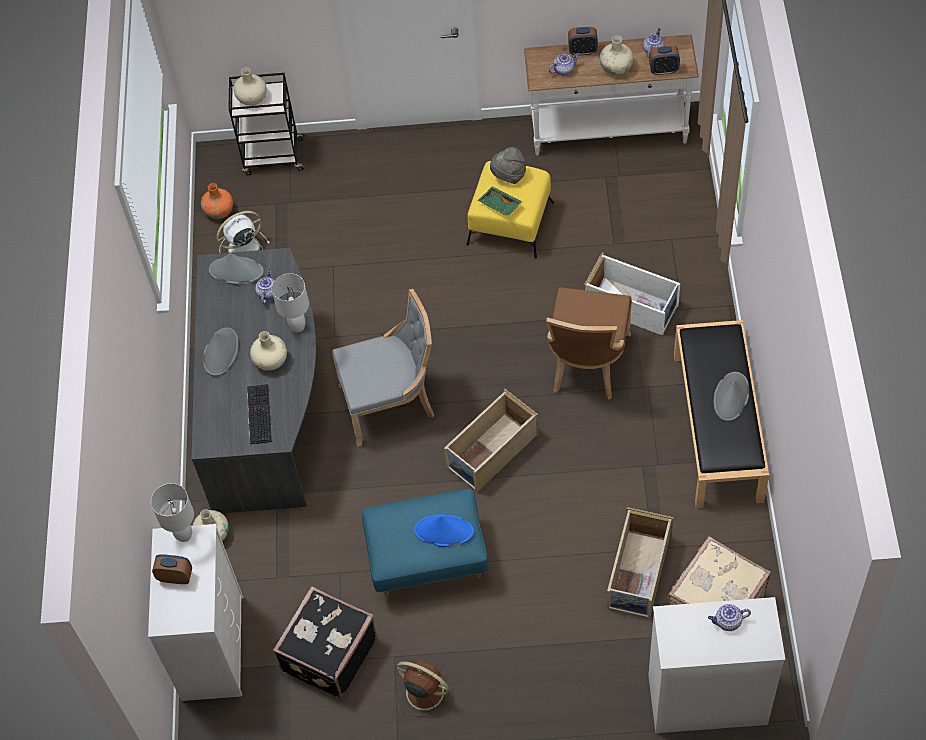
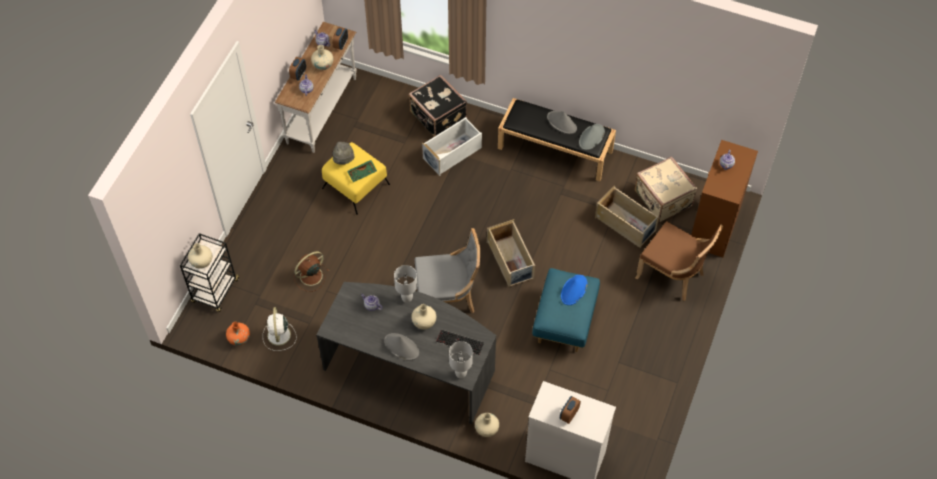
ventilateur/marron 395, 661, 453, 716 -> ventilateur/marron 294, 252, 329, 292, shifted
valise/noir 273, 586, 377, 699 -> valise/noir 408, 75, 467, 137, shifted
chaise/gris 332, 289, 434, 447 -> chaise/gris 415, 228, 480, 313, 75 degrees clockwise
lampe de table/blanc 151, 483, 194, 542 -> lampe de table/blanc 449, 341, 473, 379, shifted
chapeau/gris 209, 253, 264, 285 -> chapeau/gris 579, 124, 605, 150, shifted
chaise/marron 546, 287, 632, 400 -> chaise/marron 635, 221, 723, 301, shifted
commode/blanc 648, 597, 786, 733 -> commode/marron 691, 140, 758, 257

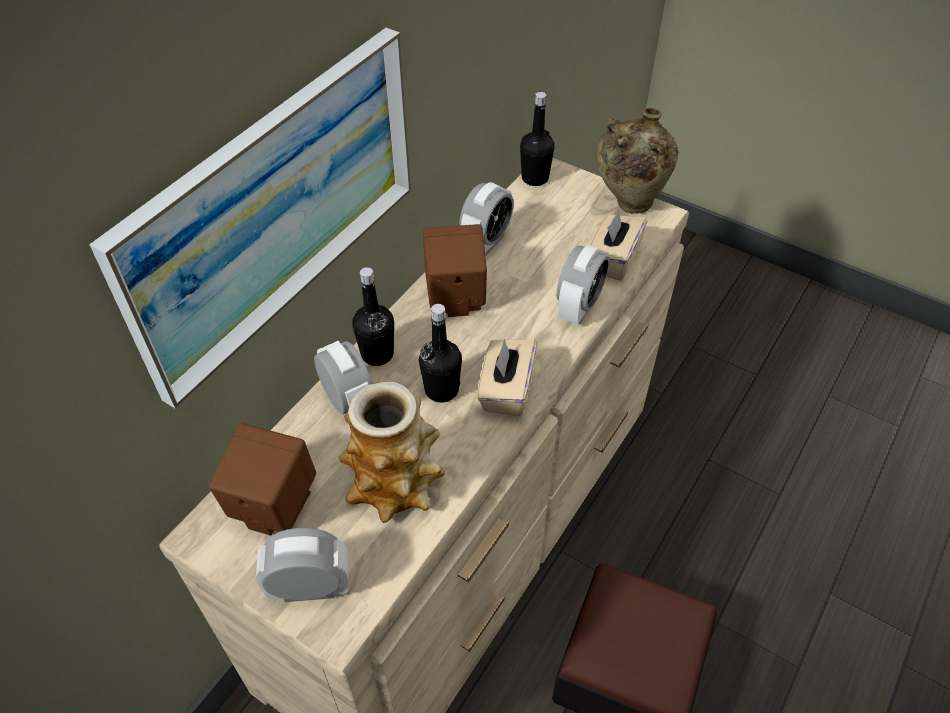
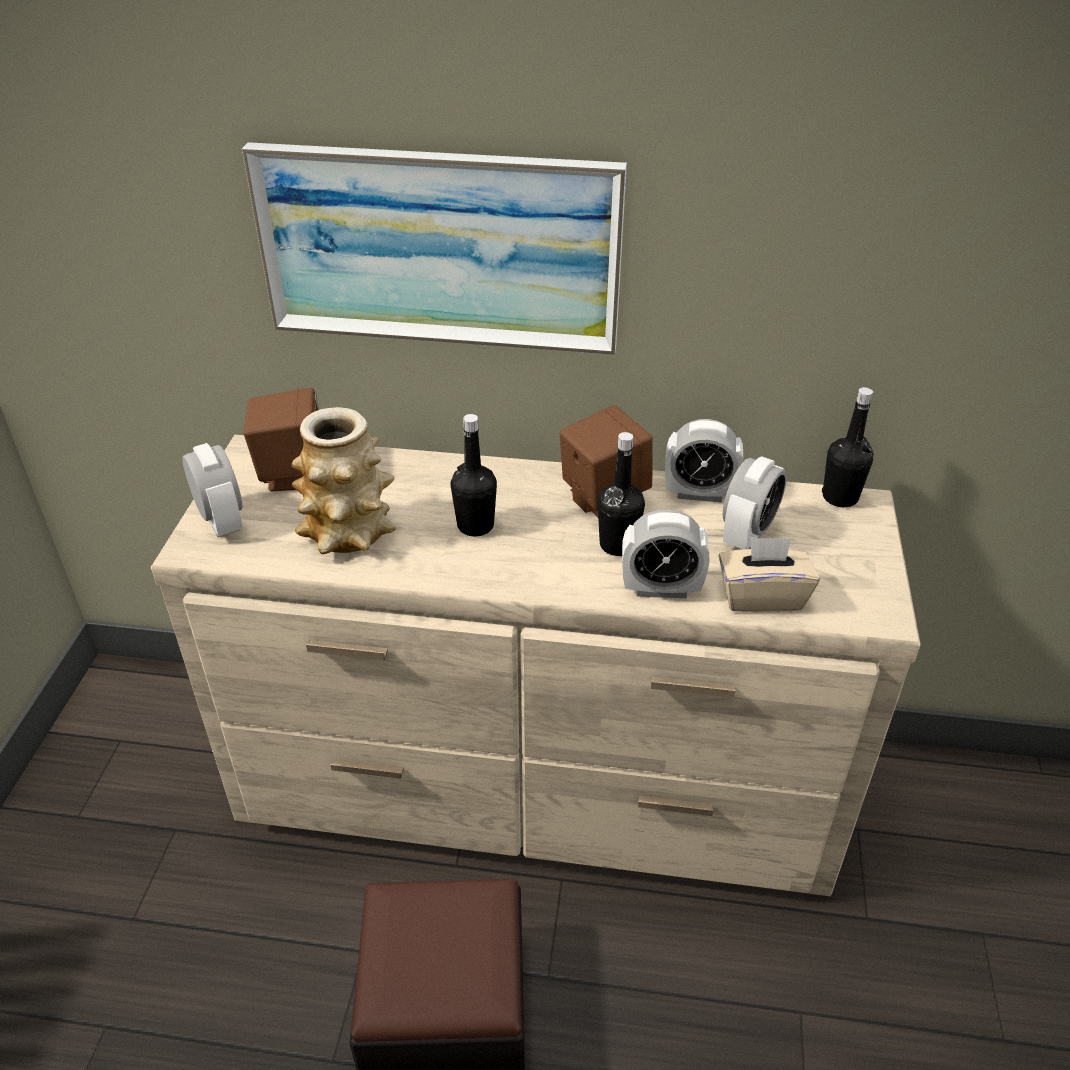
bouteille/noir 352, 267, 394, 366 -> bouteille/noir 598, 432, 645, 556, shifted
réveil 314, 340, 373, 415 -> réveil 723, 456, 787, 549, shifted
boîte à mouchoirs/beige 477, 339, 537, 416 -> none
vase/beige 596, 108, 679, 214 -> none

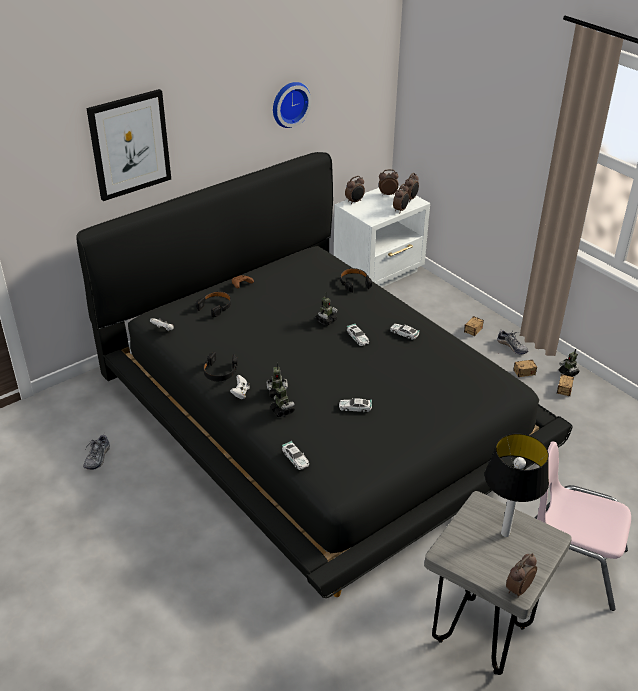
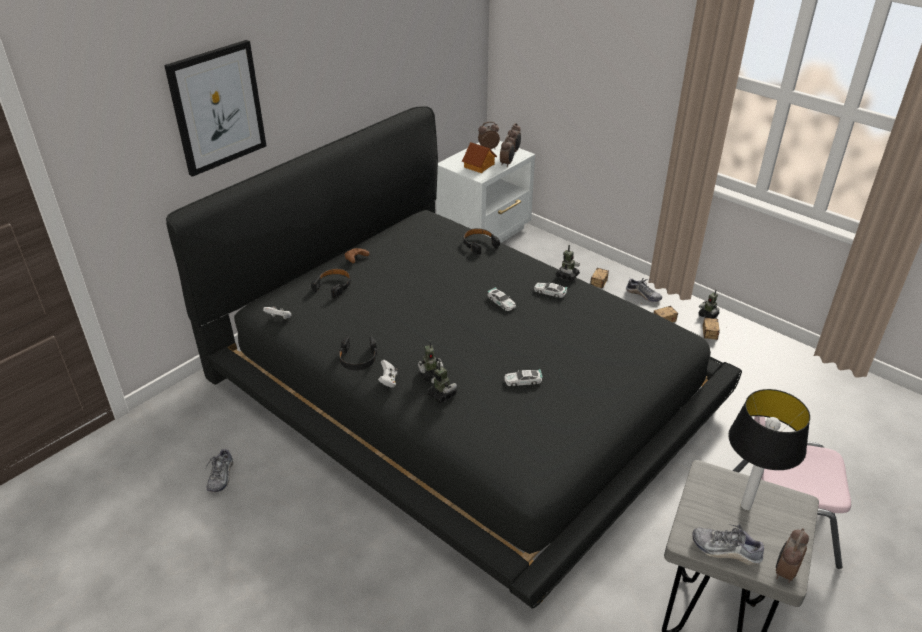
none -> maison miniature 462, 142, 497, 173
robot jouet 315, 292, 338, 326 -> robot jouet 556, 245, 580, 281, shifted
none -> chaussure 692, 524, 764, 565
horloge murale 273, 82, 311, 128 -> none
petite voiture 282, 441, 309, 470 -> none
réveil 345, 176, 365, 204 -> none

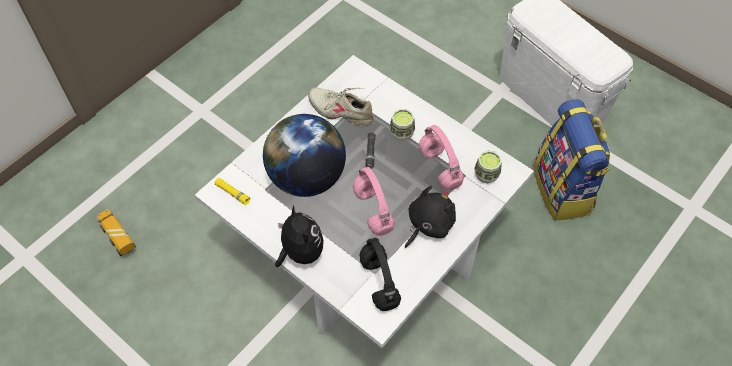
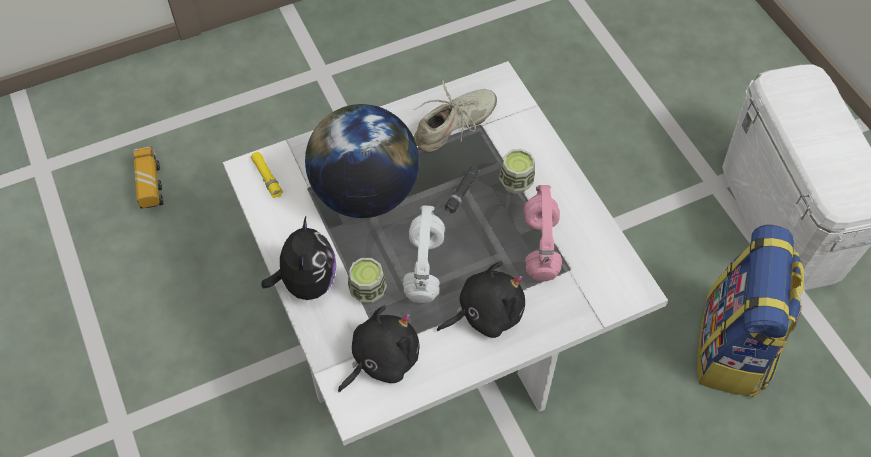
casque audio/noir 359, 238, 401, 311 -> peluche/noir 338, 305, 419, 392
tasse 474, 151, 502, 183 -> tasse 348, 258, 387, 304, shifted
casque audio/rose 353, 167, 395, 236 -> casque audio/blanc 403, 205, 445, 303
chaussure/beige 308, 87, 374, 126 -> chaussure/beige 413, 80, 497, 152, 90 degrees clockwise

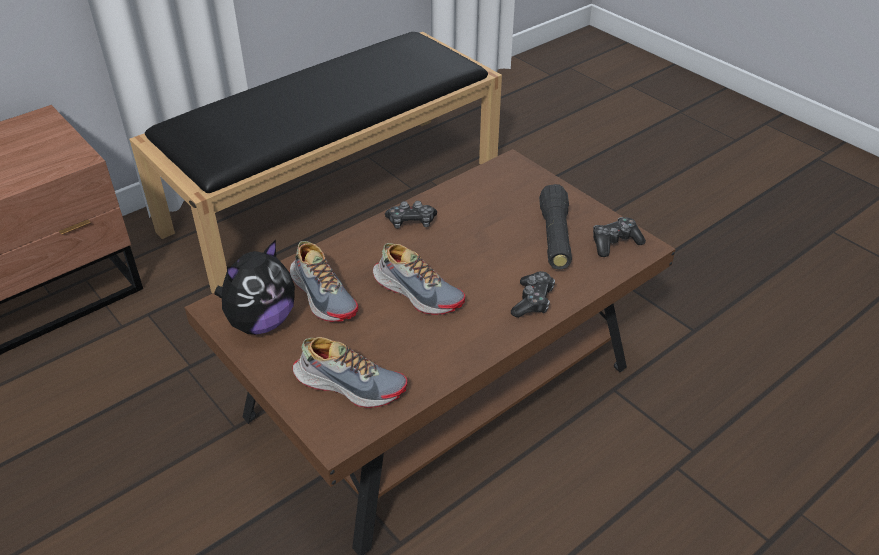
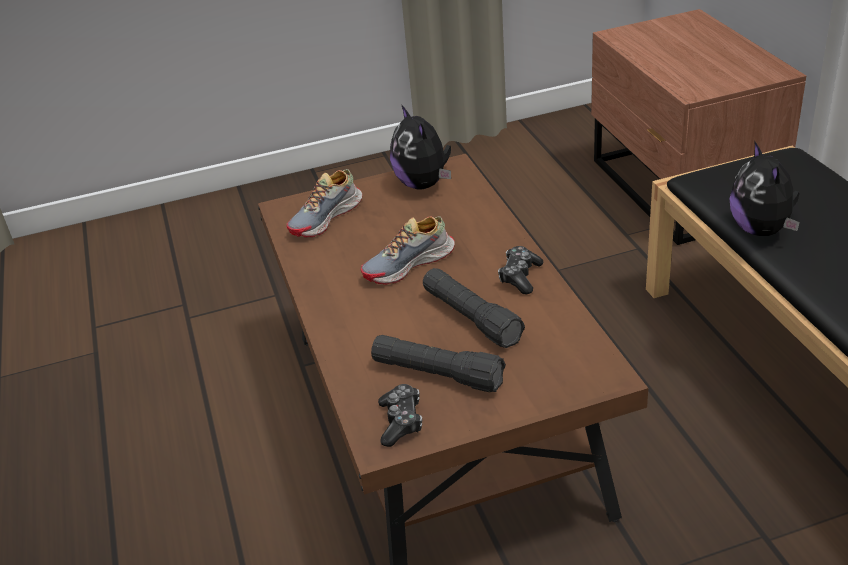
none -> lampe de poche/noir 423, 268, 525, 348
none -> peluche 729, 141, 800, 236
chaussure 290, 241, 358, 322 -> none
manette 511, 271, 555, 318 -> none

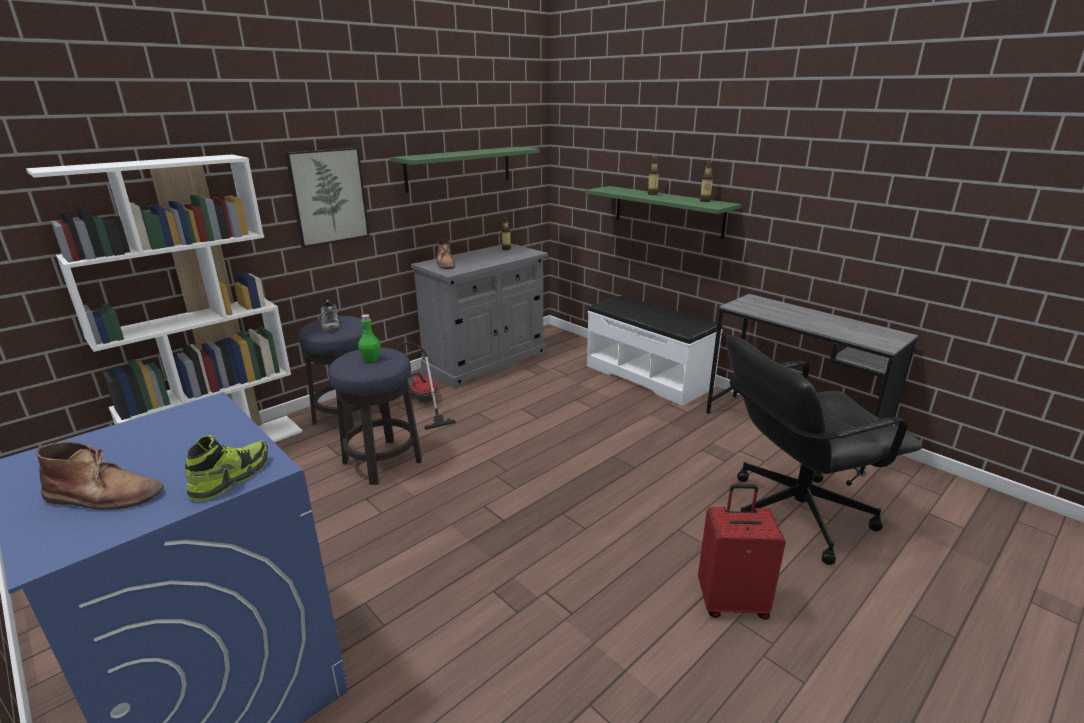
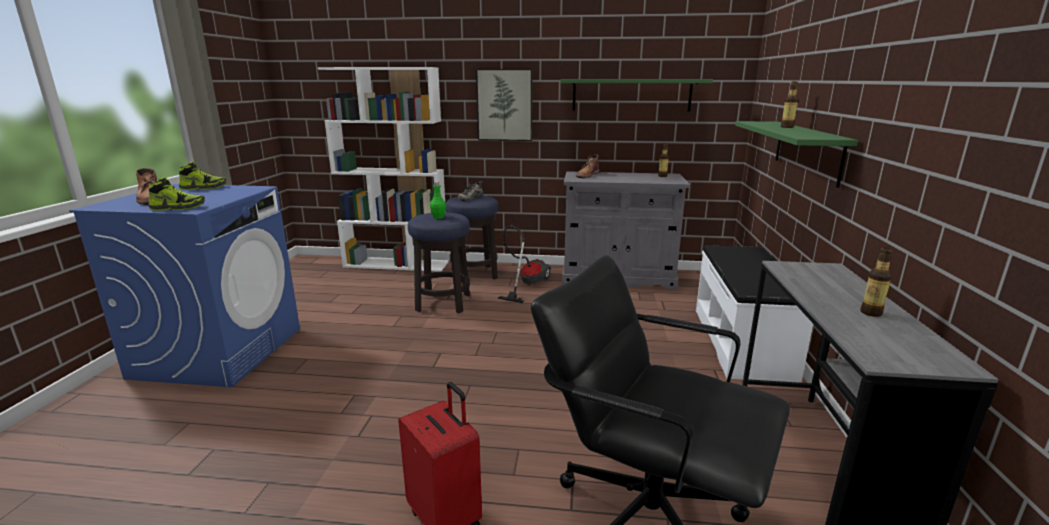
none -> chaussure 179, 162, 226, 190
bouteille 700, 161, 713, 202 -> bouteille 860, 248, 892, 317, shifted

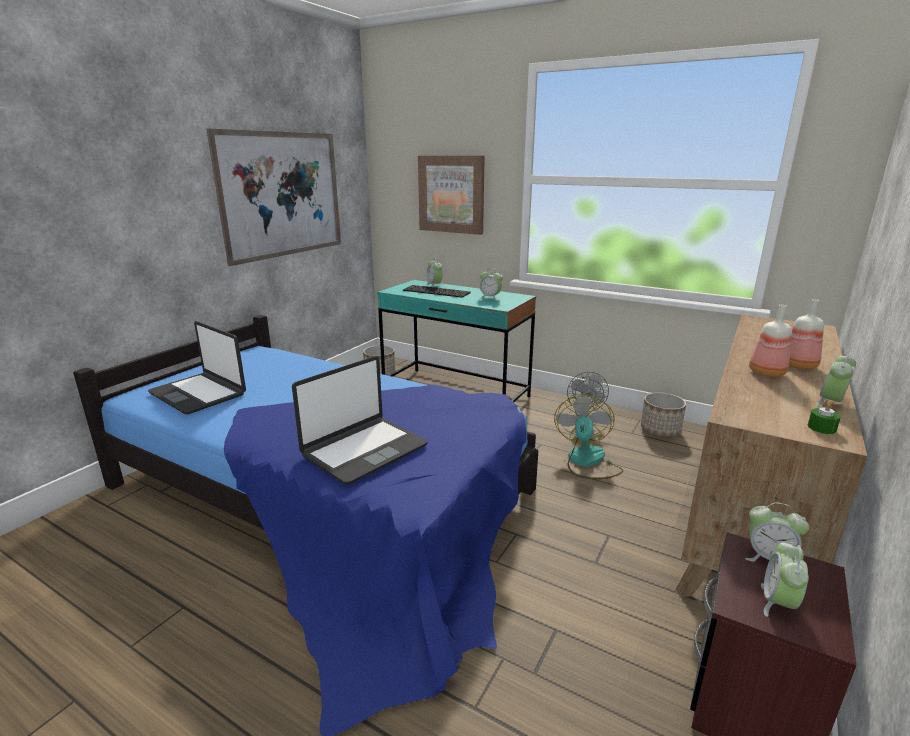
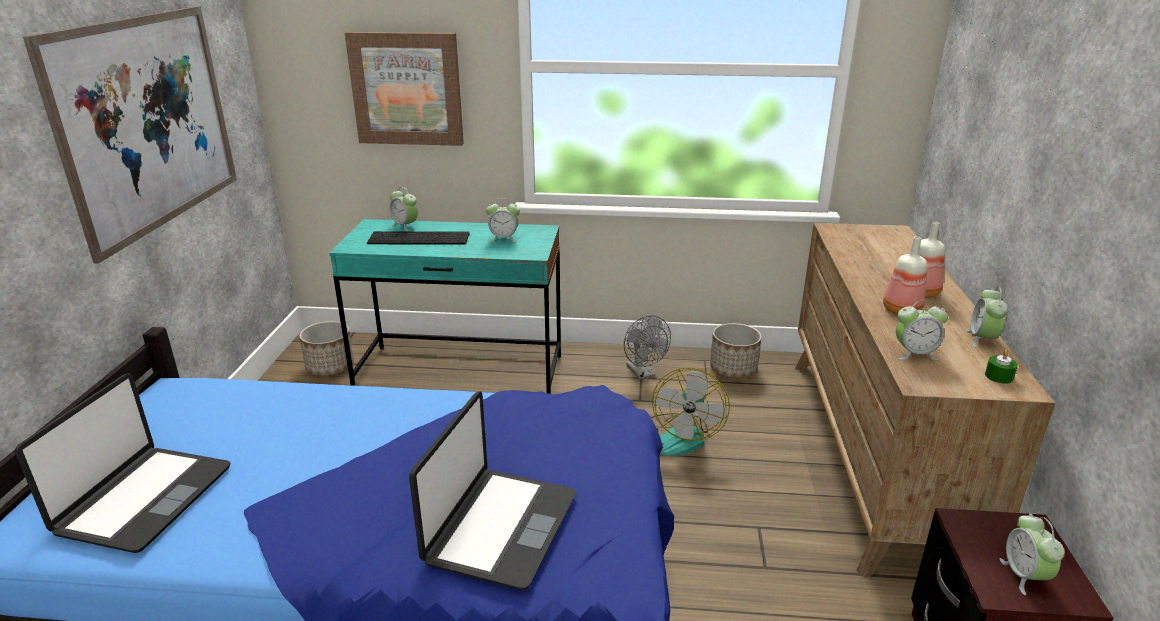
ordinateur portable 148, 321, 246, 414 -> ordinateur portable 15, 373, 230, 553, 90 degrees counterclockwise
ventilateur 554, 395, 623, 479 -> ventilateur 651, 368, 730, 456, 150 degrees counterclockwise
réveil 745, 502, 809, 562 -> réveil 896, 300, 948, 360, shifted

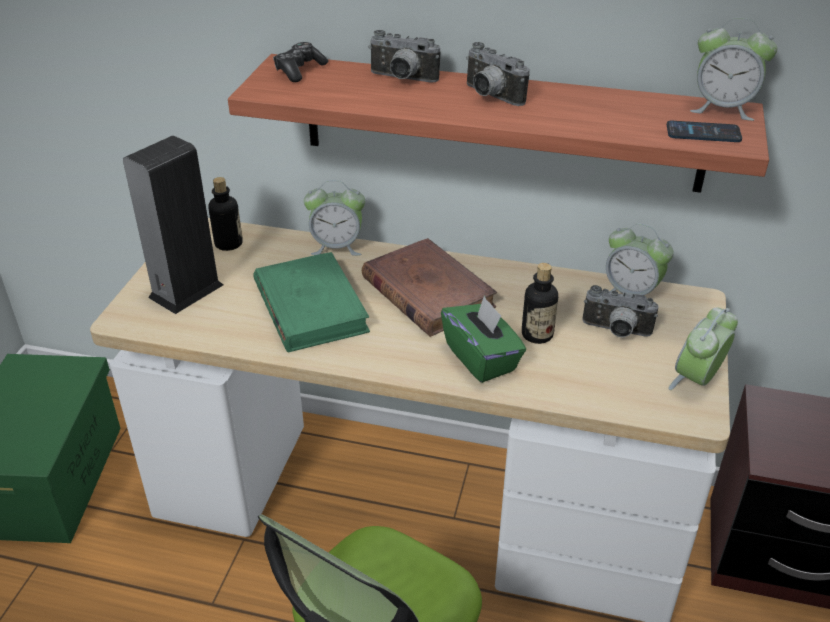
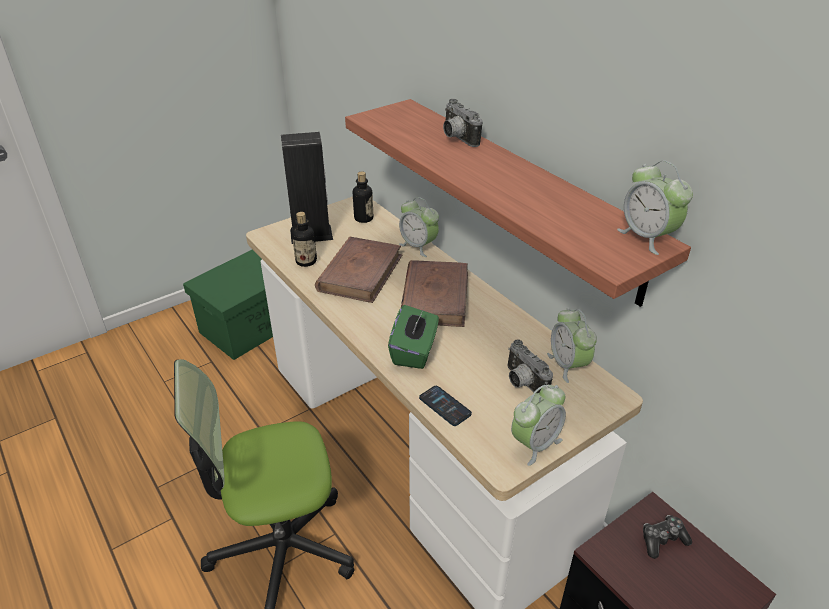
bouteille 522, 263, 558, 344 -> bouteille 292, 212, 317, 267, shifted
livre/vert 253, 252, 370, 352 -> livre/marron 315, 237, 403, 303
téléphone 667, 121, 742, 142 -> téléphone 419, 386, 472, 426, shifted
réveil 668, 307, 738, 390 -> réveil 511, 385, 566, 466, 150 degrees clockwise
manette 273, 42, 328, 82 -> manette 643, 515, 692, 559, shifted
appareil photo 466, 42, 530, 106 -> none

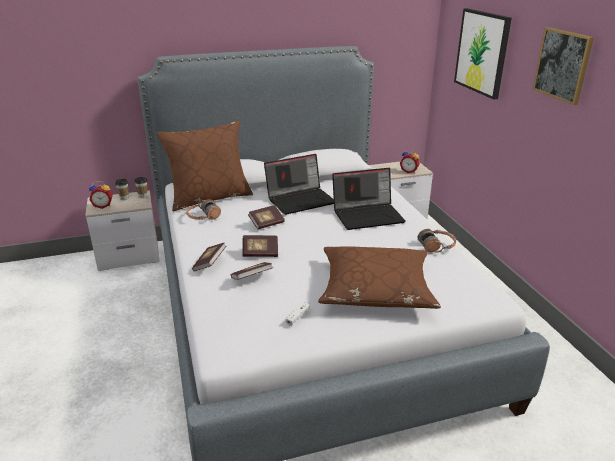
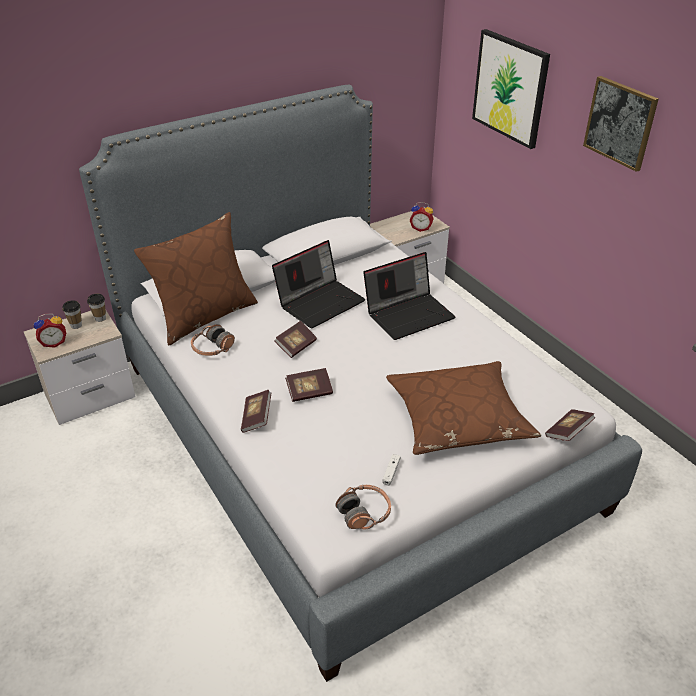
casque audio 417, 228, 456, 253 -> casque audio 336, 485, 391, 529, shifted
livre 230, 262, 272, 280 -> livre 545, 409, 595, 441, shifted

